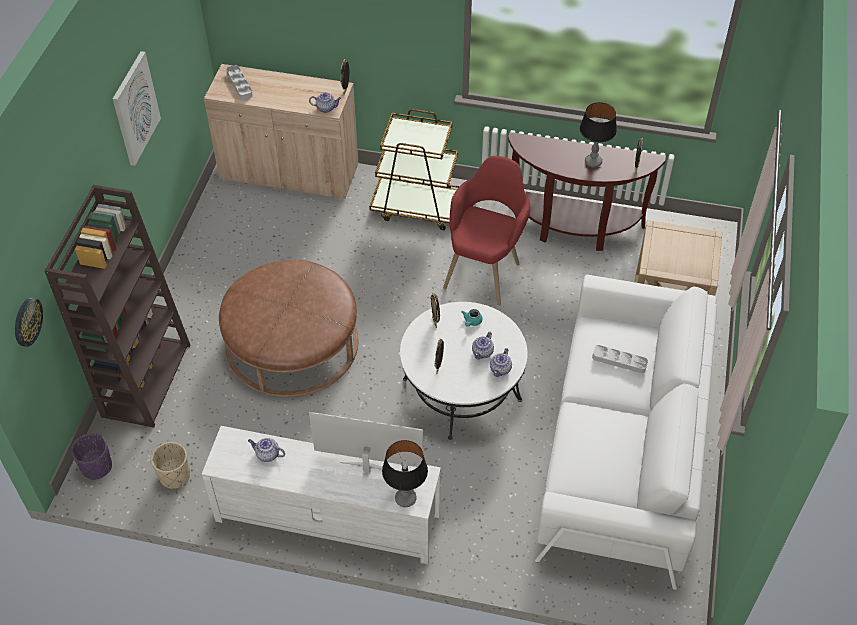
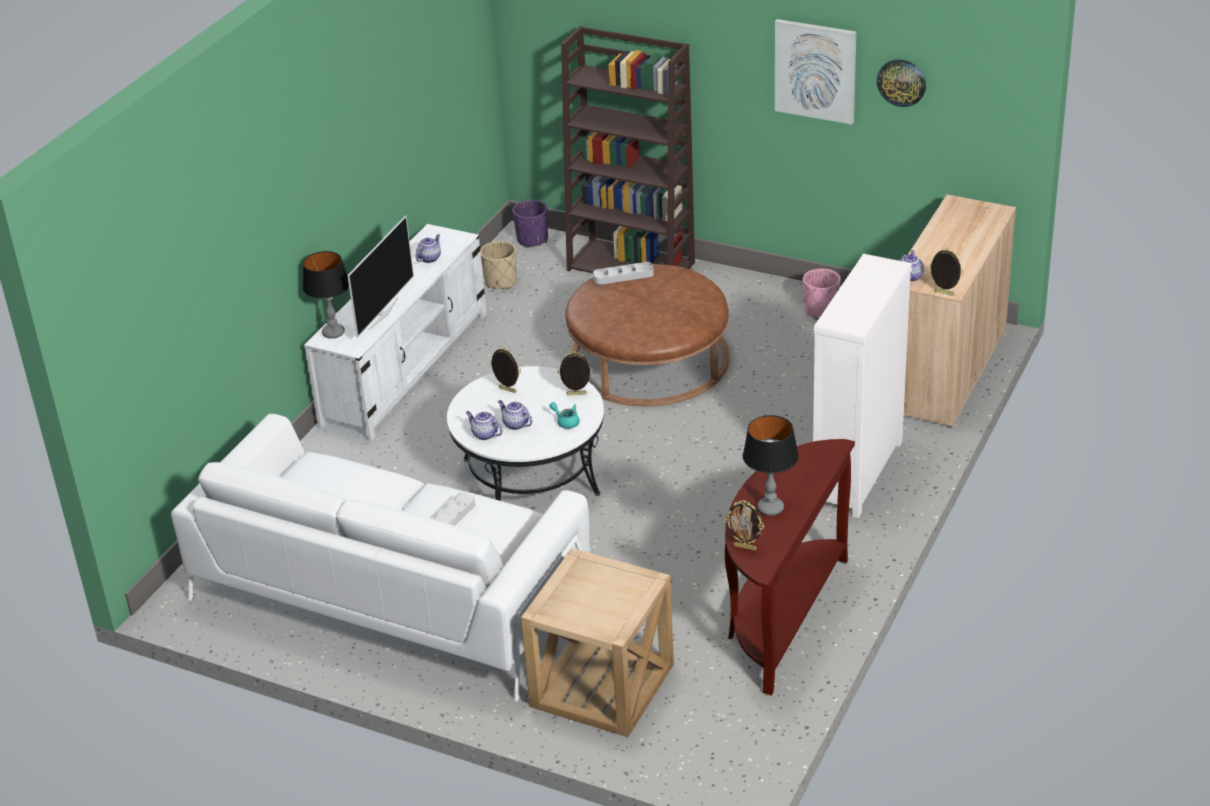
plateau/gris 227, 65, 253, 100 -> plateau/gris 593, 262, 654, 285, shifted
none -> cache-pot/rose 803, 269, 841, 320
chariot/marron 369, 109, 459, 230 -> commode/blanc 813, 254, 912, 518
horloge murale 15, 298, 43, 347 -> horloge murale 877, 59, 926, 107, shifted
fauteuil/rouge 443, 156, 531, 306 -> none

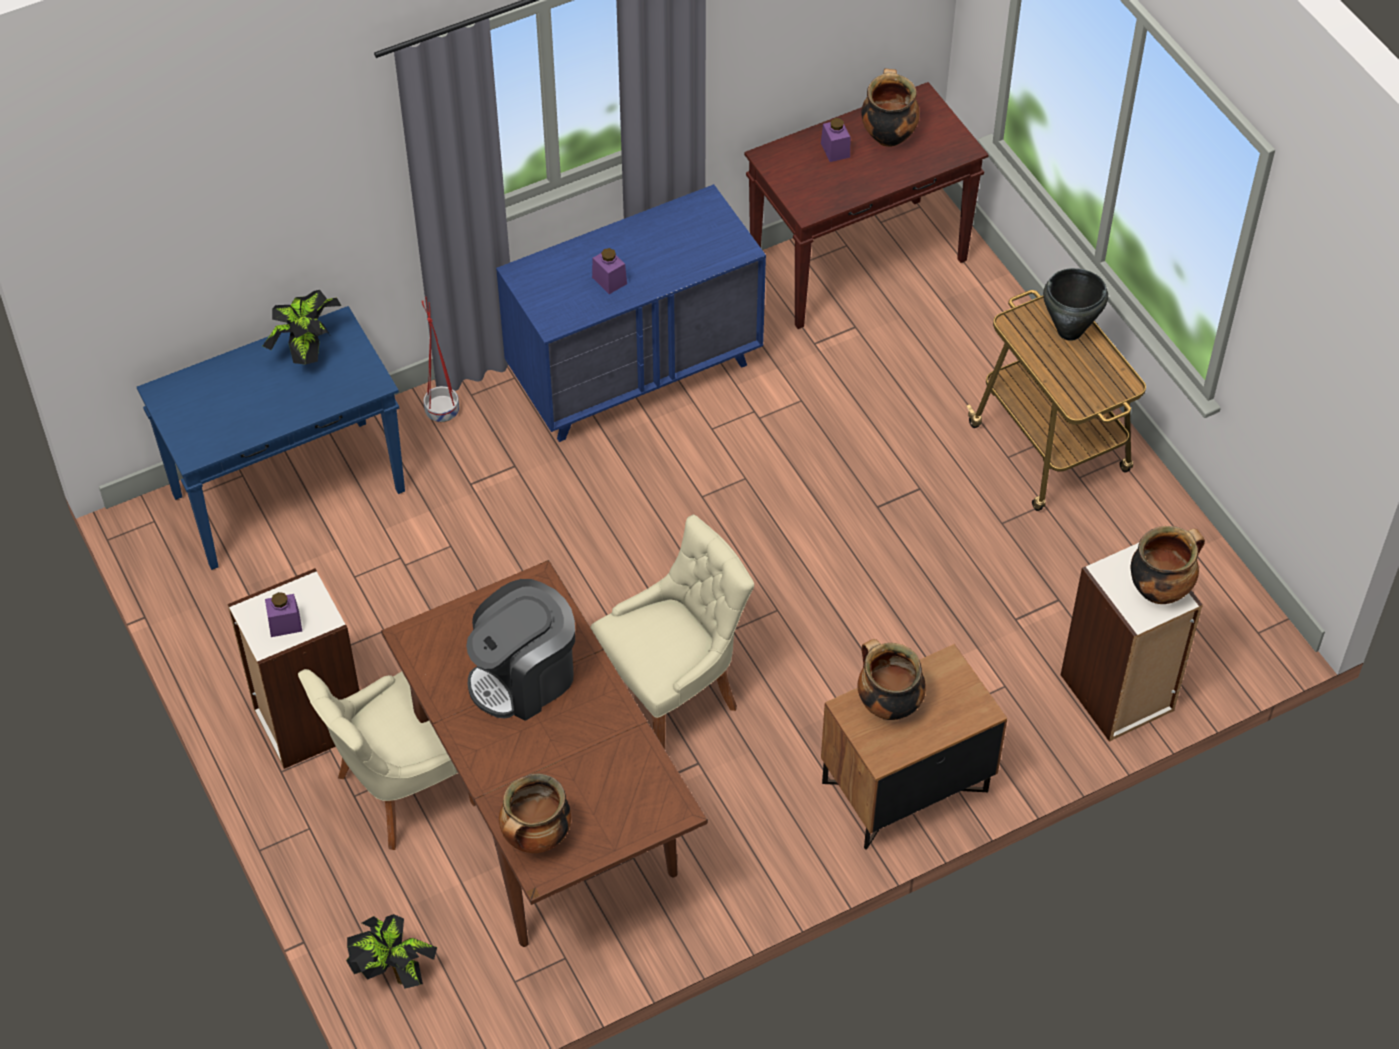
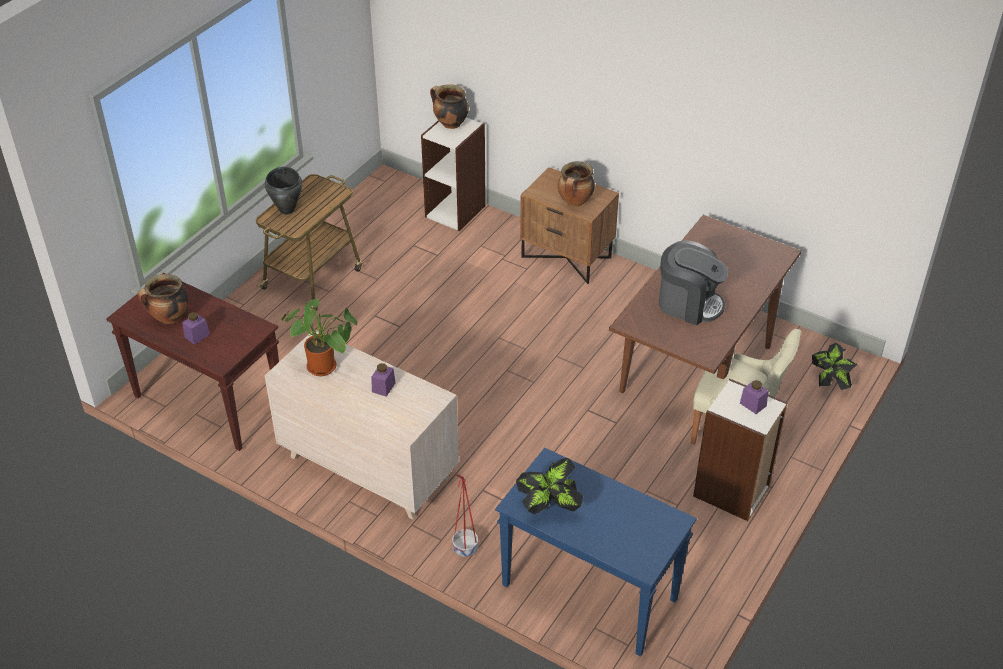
commode/bleu 496, 184, 766, 442 -> commode/beige 265, 331, 459, 520
none -> plante en pot 281, 298, 357, 376
marmite 499, 774, 571, 853 -> none
chaise/beige 590, 515, 754, 749 -> none

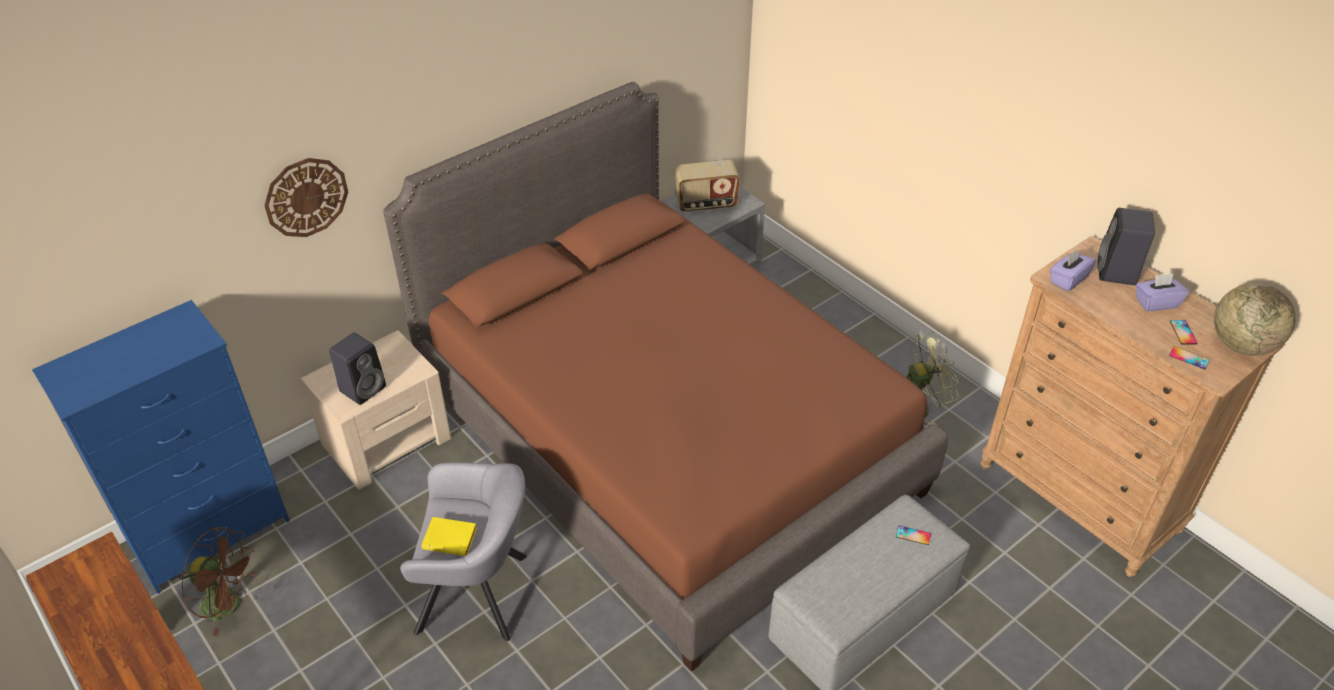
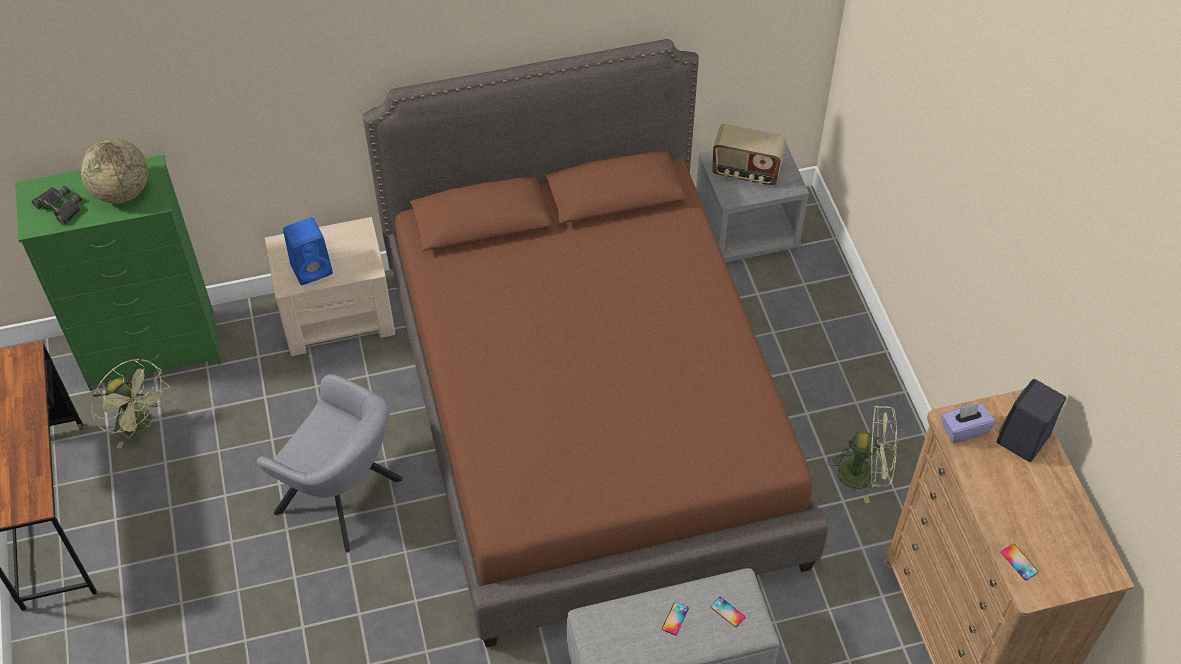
commode/bleu 32, 300, 290, 594 -> commode/vert 15, 155, 221, 391
none -> jumelles/noir 32, 185, 82, 225
globe 1214, 283, 1296, 356 -> globe 81, 139, 148, 204, shifted
ventilateur/marron 181, 527, 255, 636 -> ventilateur/vert 91, 358, 169, 449
enceinte/noir 329, 332, 386, 405 -> enceinte/bleu 283, 217, 333, 285
téléphone 1170, 320, 1197, 345 -> téléphone 662, 602, 689, 635, shifted
horloge murale 264, 158, 348, 237 -> none
livre/jaune 422, 517, 477, 556 -> none
boîte à mouchoirs/violet 1136, 274, 1189, 311 -> none

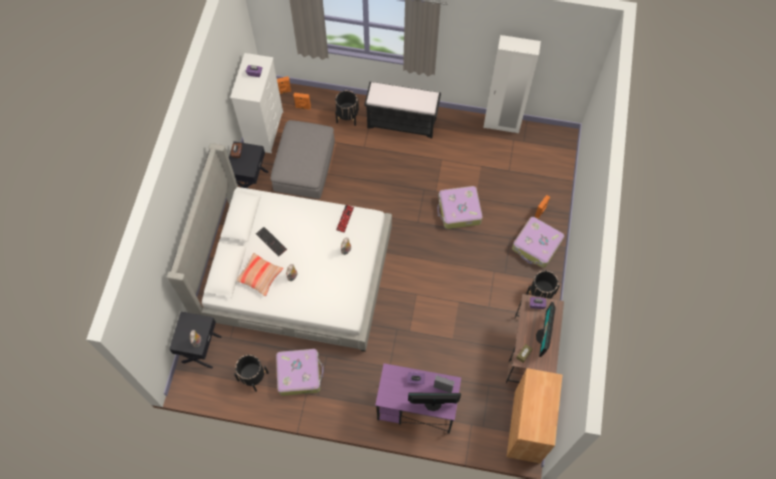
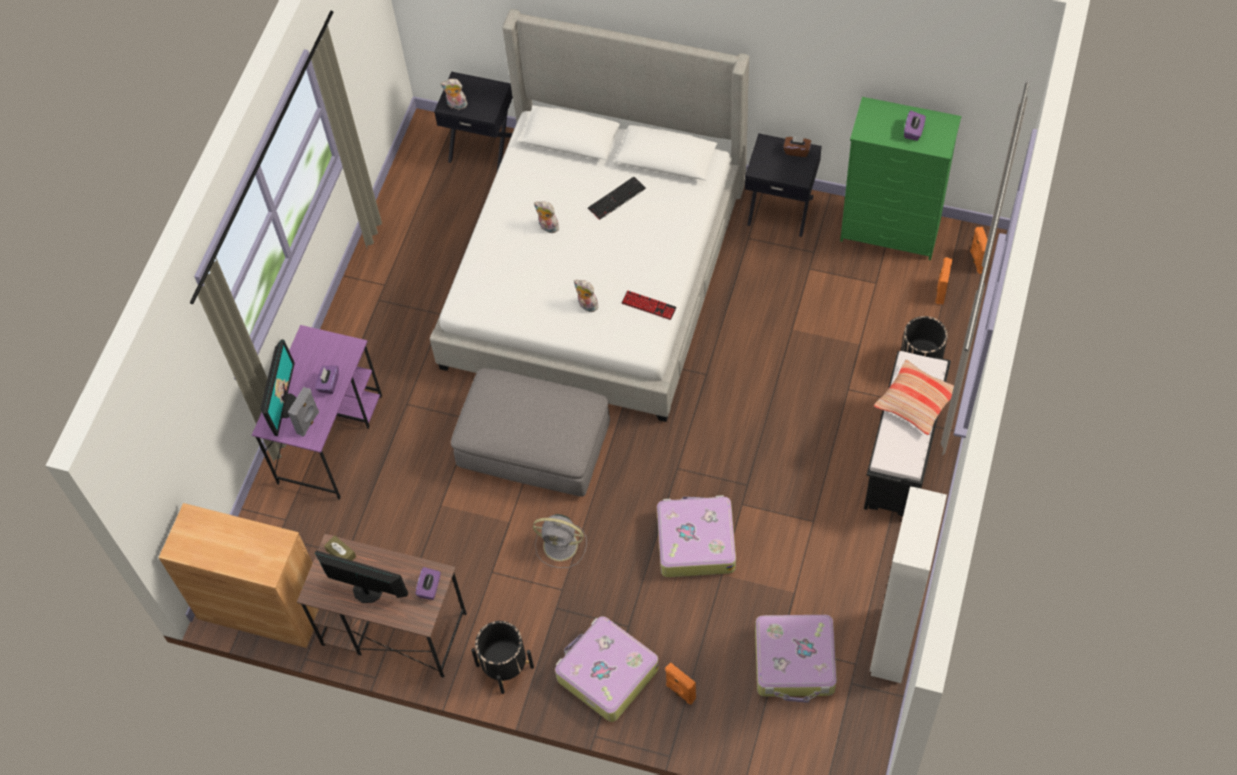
pouf/gris 271, 120, 335, 199 -> pouf/gris 451, 368, 610, 497, shifted
none -> ventilateur/gris 533, 514, 587, 568
valise 276, 349, 324, 396 -> valise 755, 615, 837, 703, shifted
commode/blanc 230, 53, 283, 153 -> commode/vert 840, 97, 961, 260
coussin 237, 253, 283, 296 -> coussin 874, 360, 954, 435, shifted
cache-pot/noir 234, 355, 269, 392 -> none

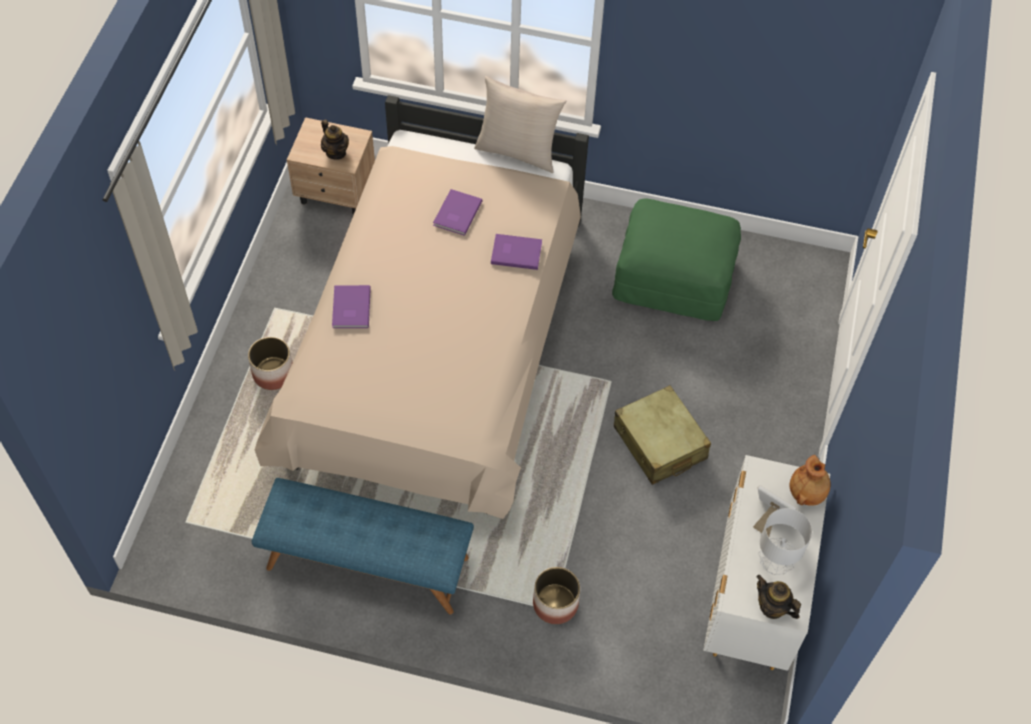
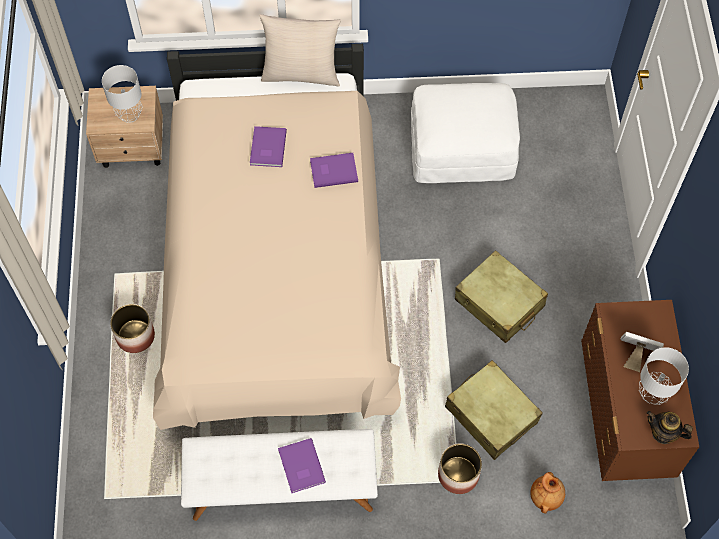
théière 321, 119, 349, 160 -> lampe de table/gris 102, 65, 143, 123
banc/bleu 252, 478, 474, 614 -> banc/blanc 181, 429, 378, 521
livre/violet 332, 285, 371, 328 -> livre/violet 278, 438, 326, 493, shifted
pouf/vert 612, 198, 741, 321 -> pouf/blanc 411, 83, 520, 183
none -> valise/beige 445, 360, 543, 460
vase/marron 789, 455, 831, 506 -> vase/marron 530, 472, 565, 514, shifted
commode/blanc 703, 455, 830, 671 -> commode/marron 581, 300, 699, 481

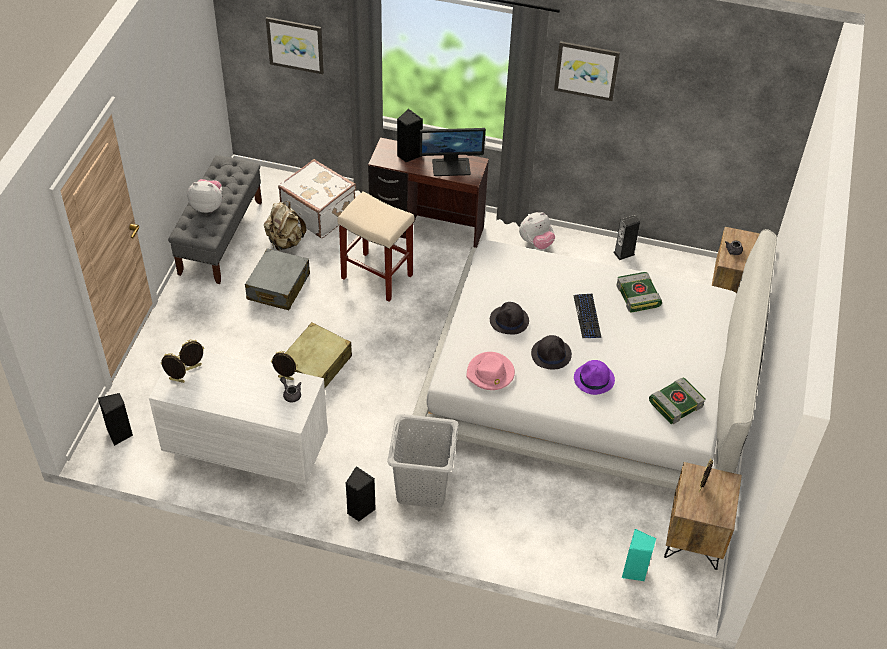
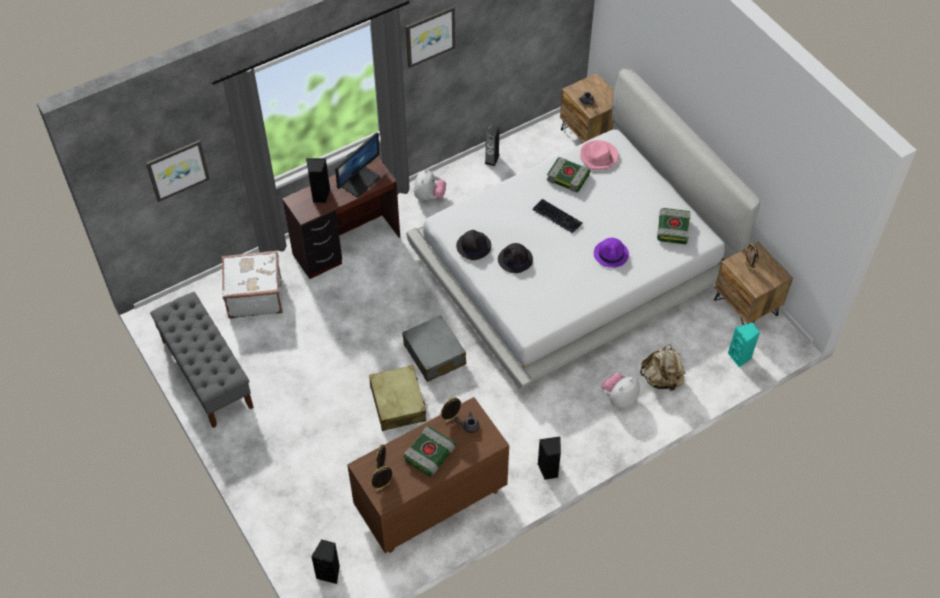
commode/blanc 149, 345, 328, 490 -> commode/marron 347, 397, 509, 553
valise/gris 245, 248, 310, 310 -> valise/gris 402, 315, 466, 382, shifted
none -> livre 404, 426, 456, 477
chapeau/noir 531, 335, 572, 370 -> chapeau/noir 456, 230, 491, 260, shifted
chapeau/rose 466, 352, 515, 390 -> chapeau/rose 580, 140, 619, 170, shifted
peluche 187, 179, 222, 213 -> peluche 602, 373, 640, 408, shifted
sac à dos/beige 264, 201, 306, 251 -> sac à dos/beige 640, 344, 686, 391, shifted
tabouret/beige 338, 191, 414, 302 -> none
panier à linge/gris 387, 414, 459, 508 -> none

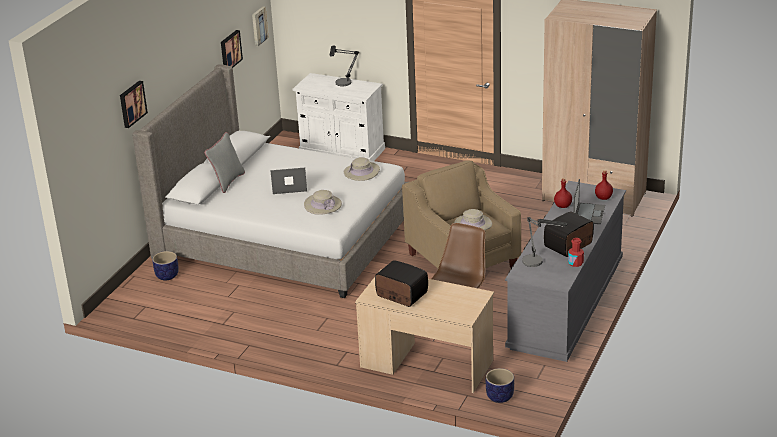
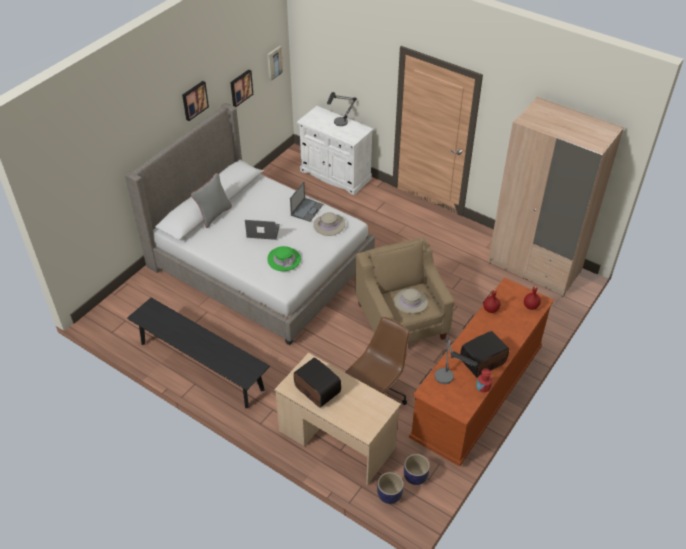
none -> banc/noir 127, 297, 270, 408
tableau 120, 81, 148, 128 -> tableau 182, 81, 209, 121, shifted
chapeau/beige 304, 190, 342, 215 -> chapeau/vert 267, 246, 301, 271
ordinateur portable 573, 179, 605, 224 -> ordinateur portable 290, 182, 323, 222, shifted
cache-pot 152, 251, 179, 280 -> cache-pot 404, 454, 430, 485, shifted
commode/gris 505, 181, 626, 362 -> commode/marron 409, 278, 554, 466

